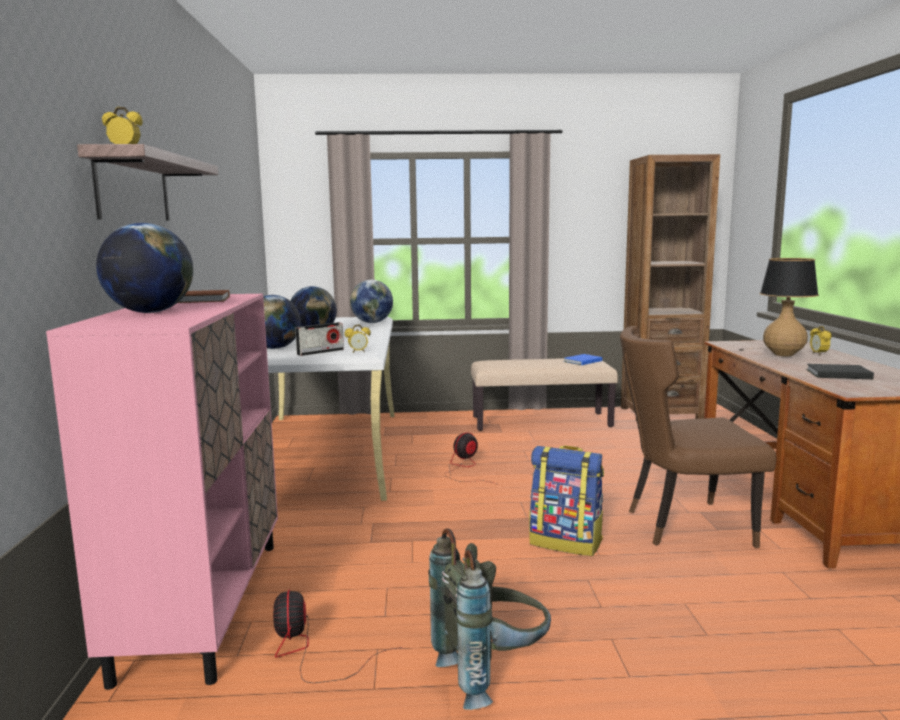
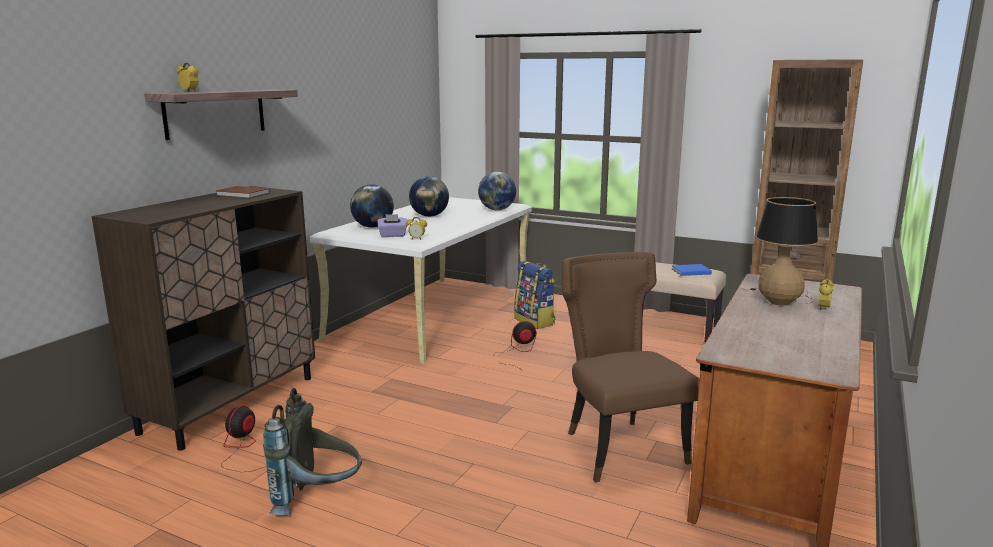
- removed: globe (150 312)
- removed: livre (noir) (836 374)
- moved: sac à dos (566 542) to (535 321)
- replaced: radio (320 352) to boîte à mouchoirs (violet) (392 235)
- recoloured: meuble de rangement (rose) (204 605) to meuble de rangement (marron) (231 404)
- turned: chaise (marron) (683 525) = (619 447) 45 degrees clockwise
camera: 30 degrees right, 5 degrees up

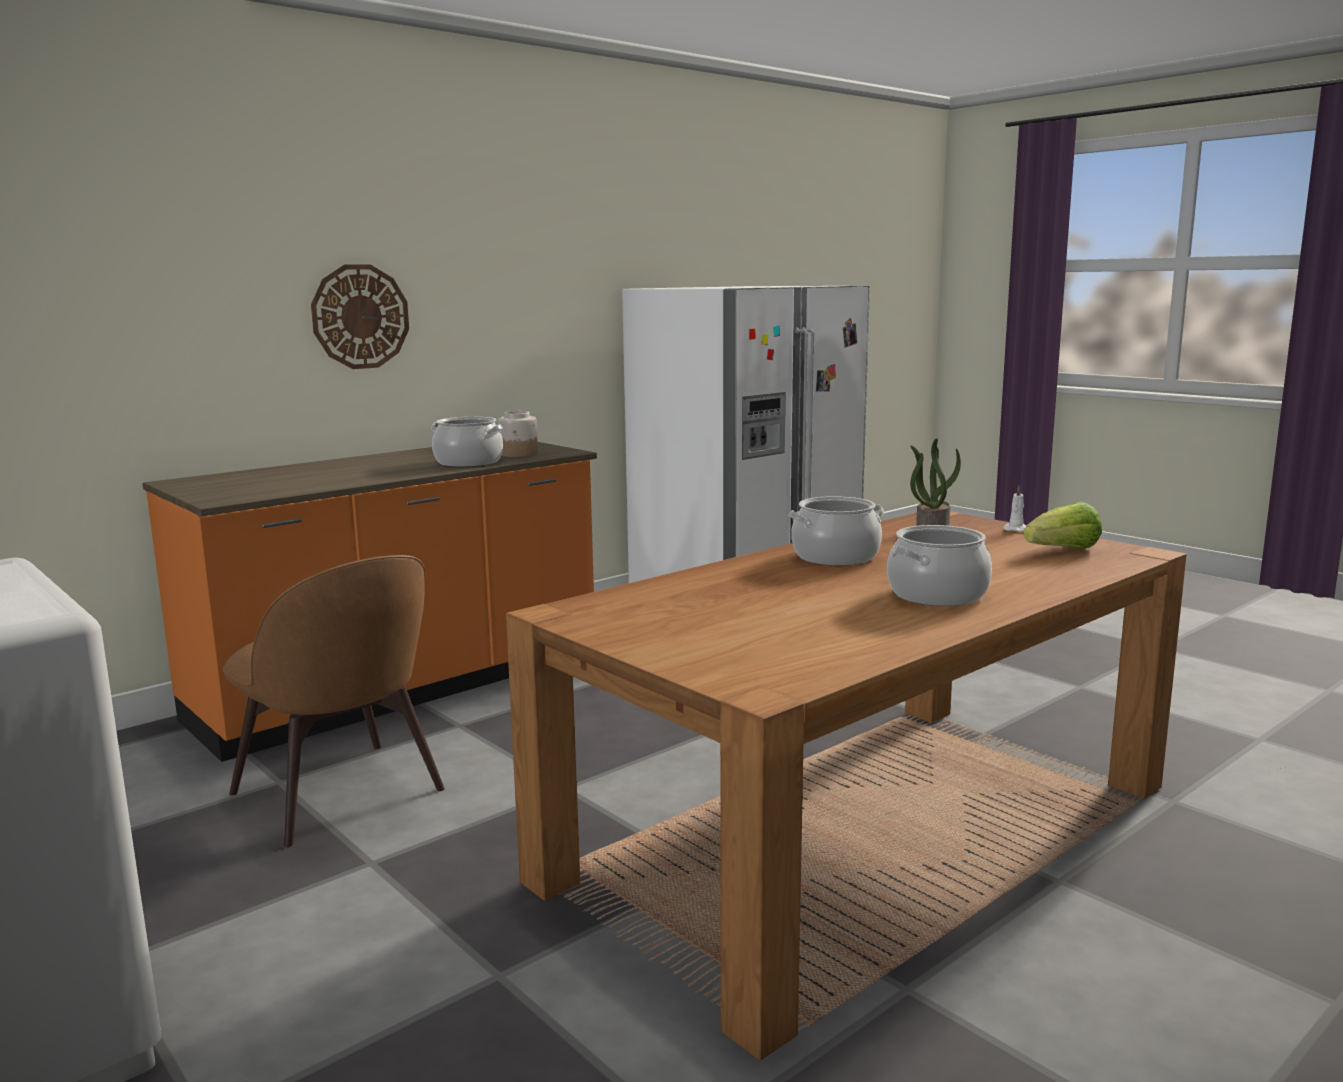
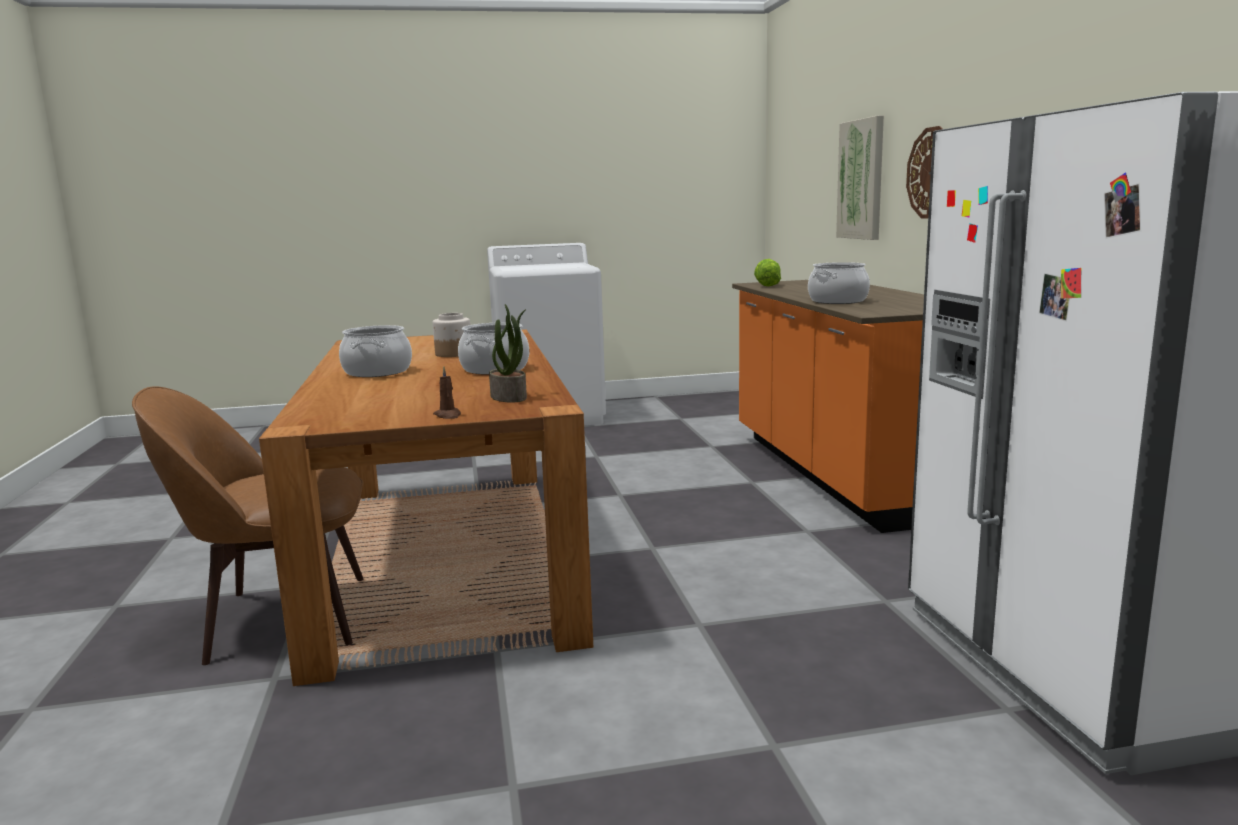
- added: tableau (861 179)
- moved: chaise (marron) (341 795) to (280 619)
- moved: bocal (518 454) to (453 354)
- moved: laitue (1063 550) to (767 285)
- recoloured: bougie (blanc) (1016 529) to bougie (marron) (448 415)
camera: 120 degrees right, 0 degrees up

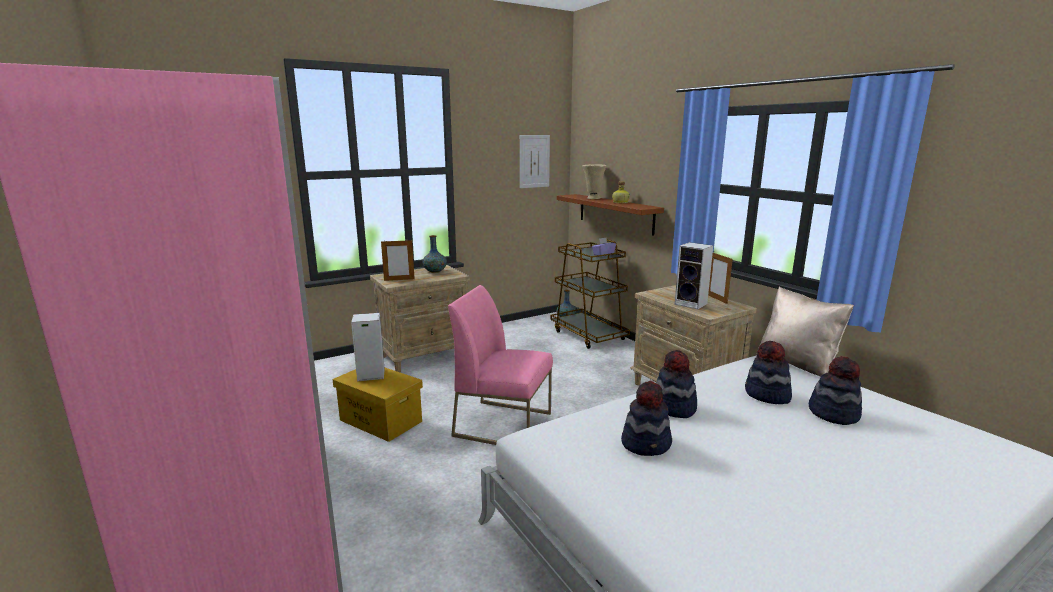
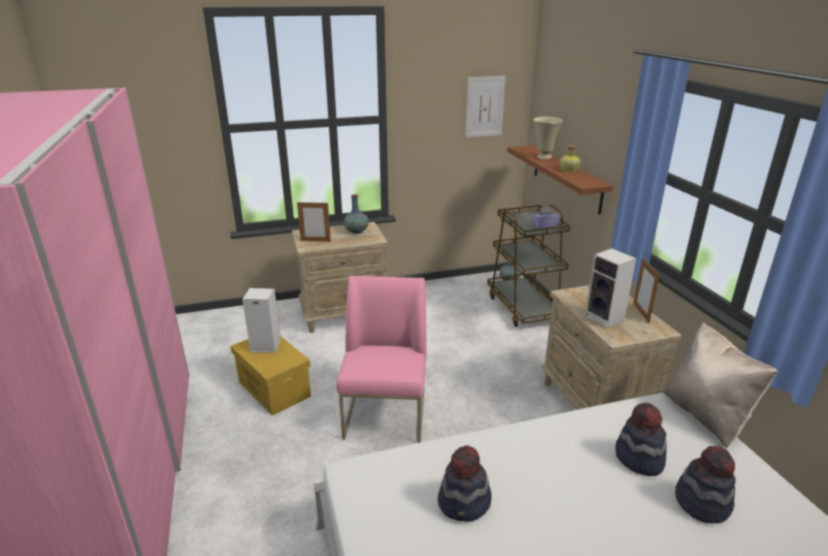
- removed: chapeau (673 407)
- turned: chaise (rose) (504 424) = (386 413) 60 degrees clockwise
camera: 15 degrees right, 10 degrees up

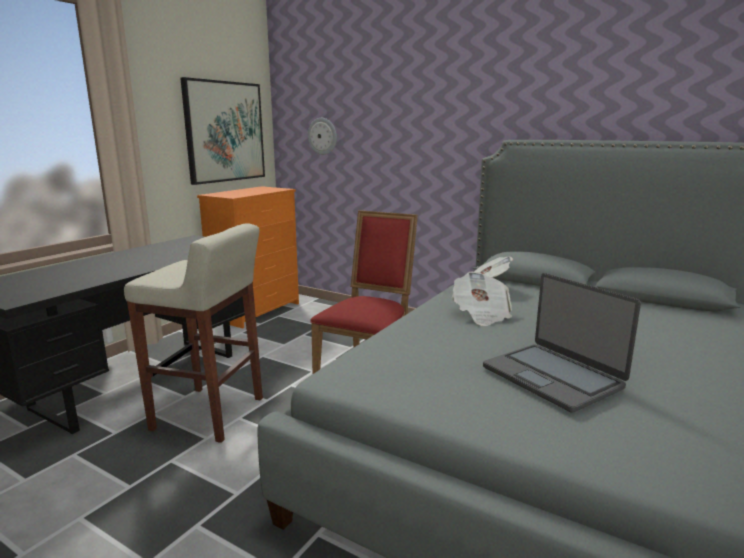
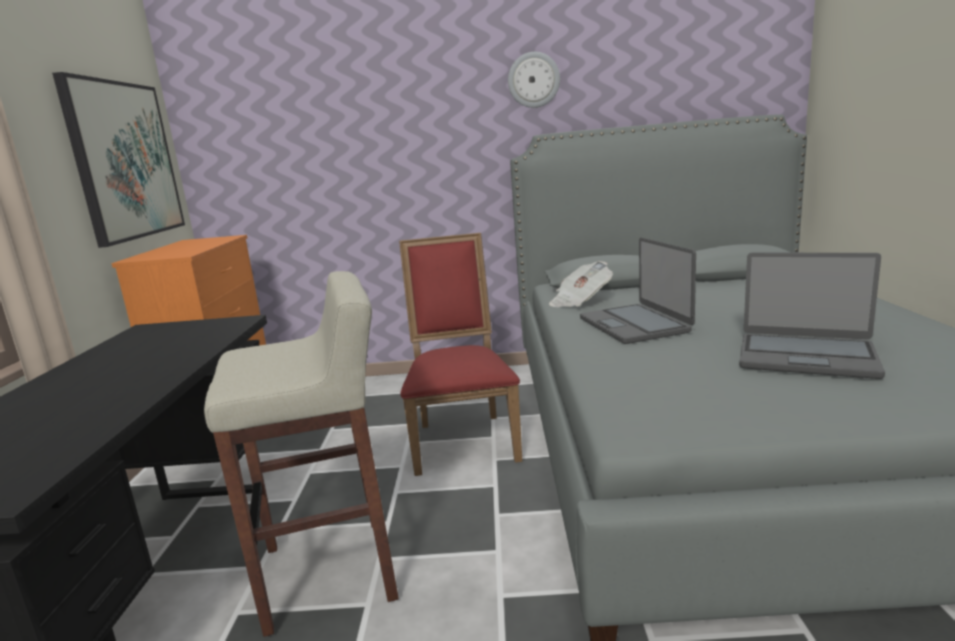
- moved: horloge murale (322 136) to (533 80)
- replaced: journal (481 314) to ordinateur portable (635 325)
camera: 30 degrees left, 0 degrees up

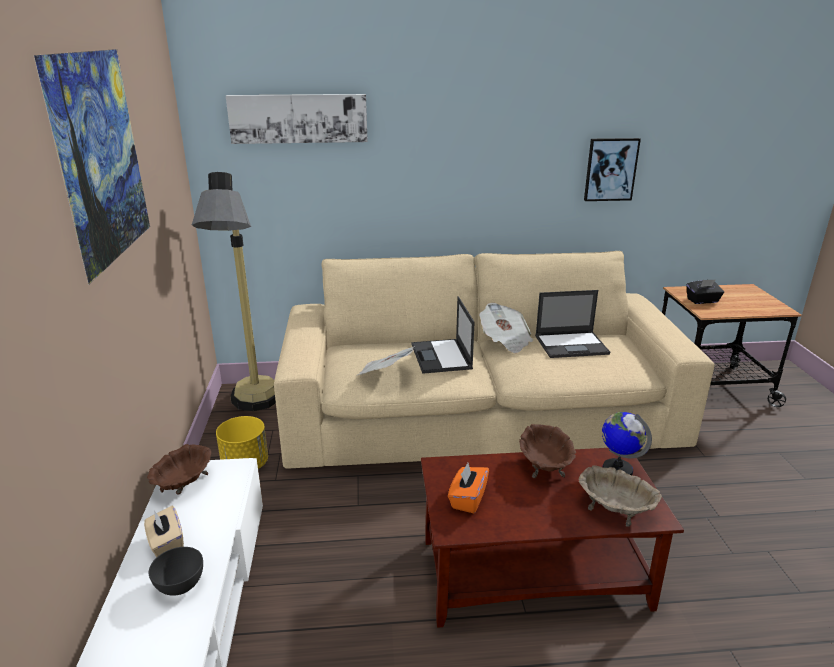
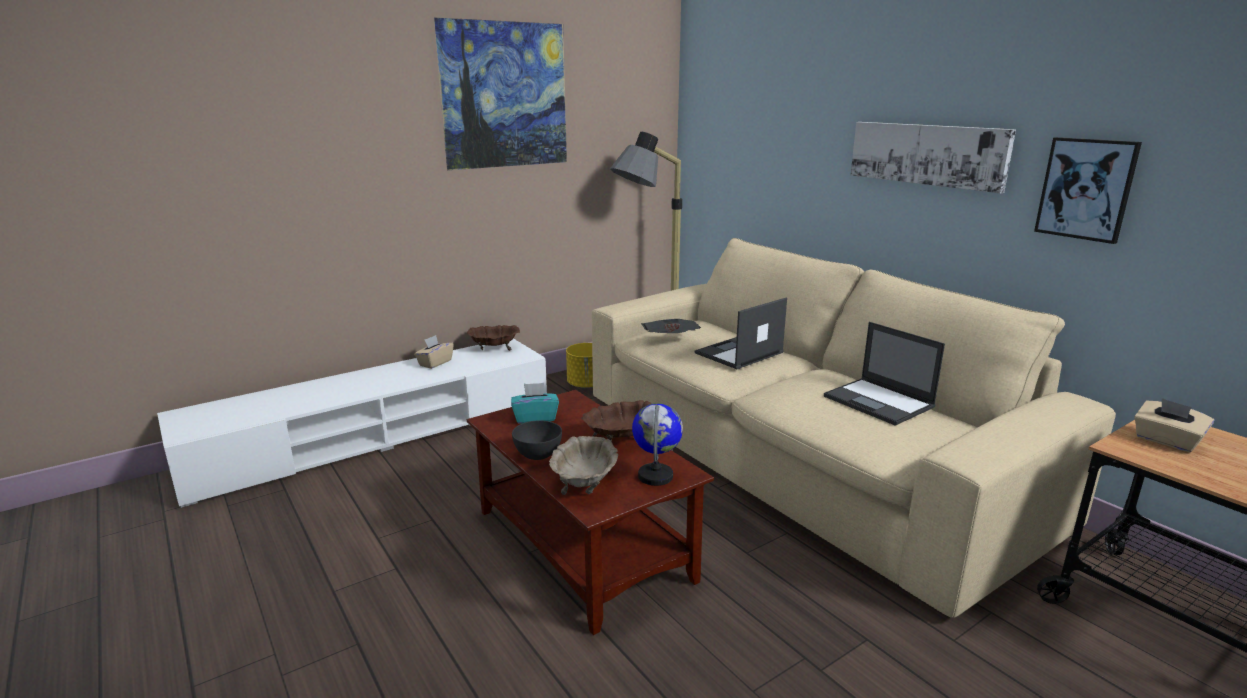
- removed: journal (505 341)
- moved: bol (gris) (180 585) to (538 455)
- moved: tableau (298 118) to (927 154)
- recoloured: boîte à mouchoirs (orange) (467 499) to boîte à mouchoirs (turquoise) (535 418)
- recoloured: boîte à mouchoirs (noir) (702 301) to boîte à mouchoirs (beige) (1166 441)
camera: 60 degrees right, 5 degrees down

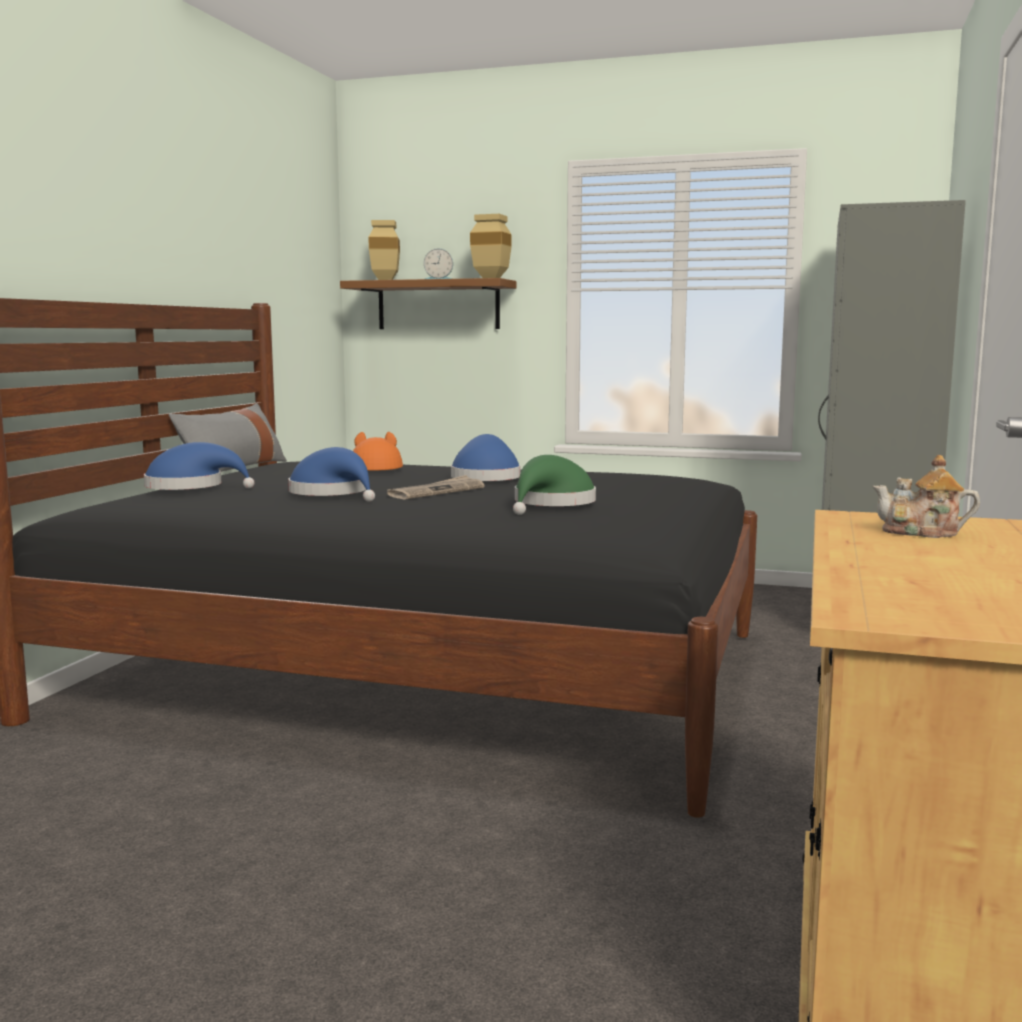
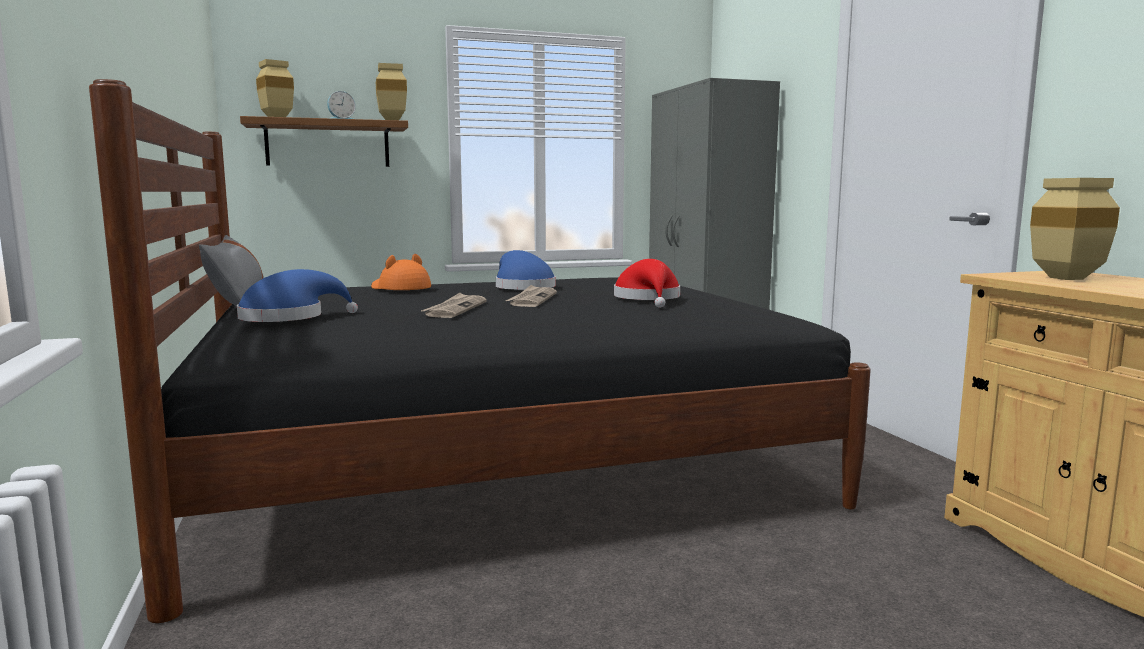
- replaced: chapeau (bleu) (332 494) to journal (455 309)
- replaced: théière (922 533) to vase (beige) (1070 279)
- recoloured: chapeau (vert) (551 504) to chapeau (rouge) (648 299)
camera: 35 degrees left, 0 degrees up

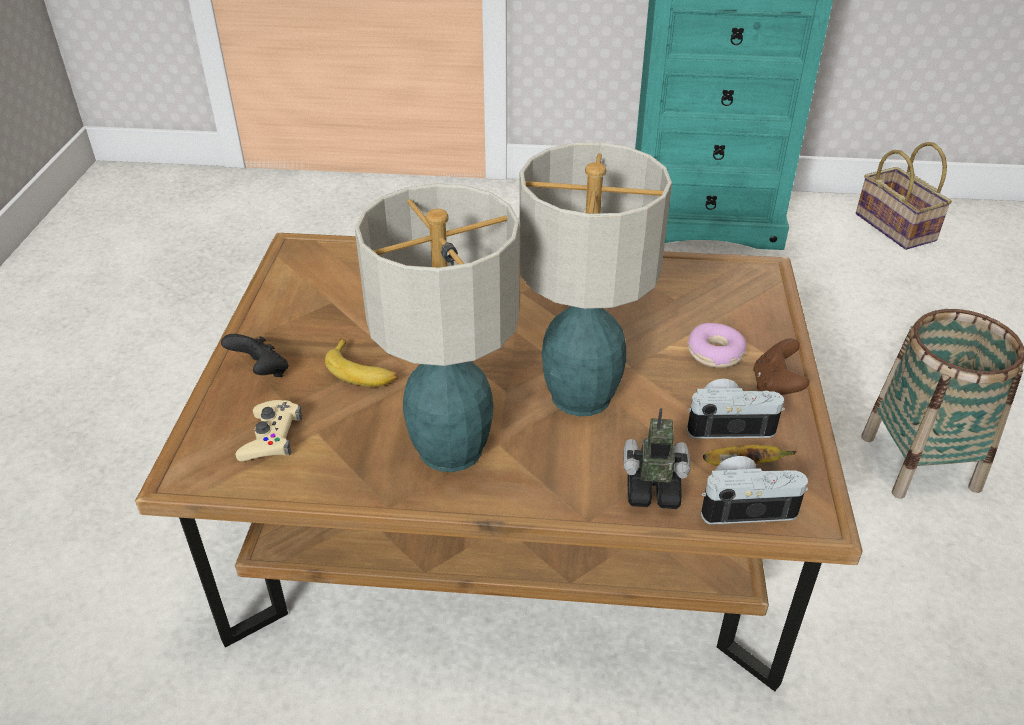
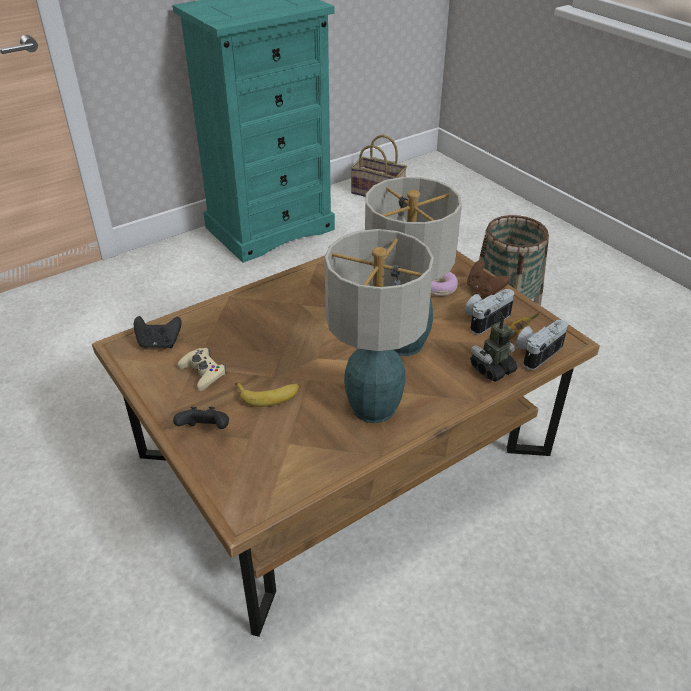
- added: manette (noir) (159 343)
- moved: manette (beige) (271 437) to (203 372)
camera: 40 degrees left, 0 degrees up

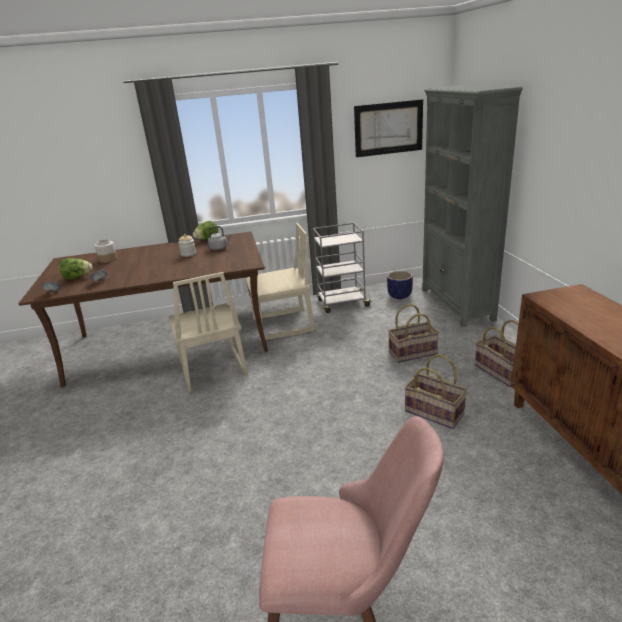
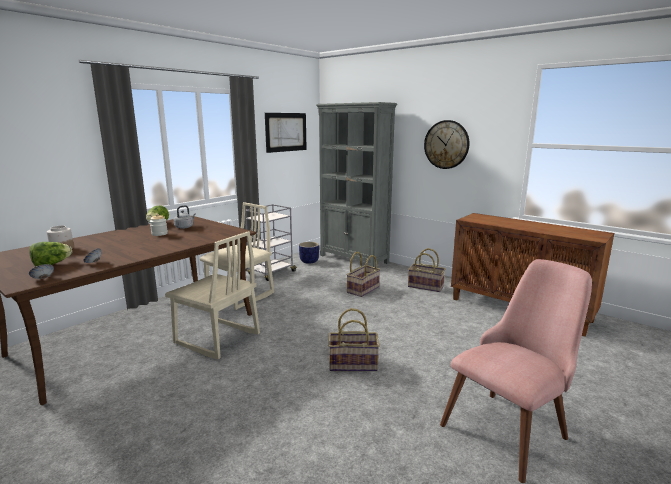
- added: horloge murale (446 144)
- moved: panier (435 412) to (353 363)
camera: 40 degrees left, 10 degrees down

